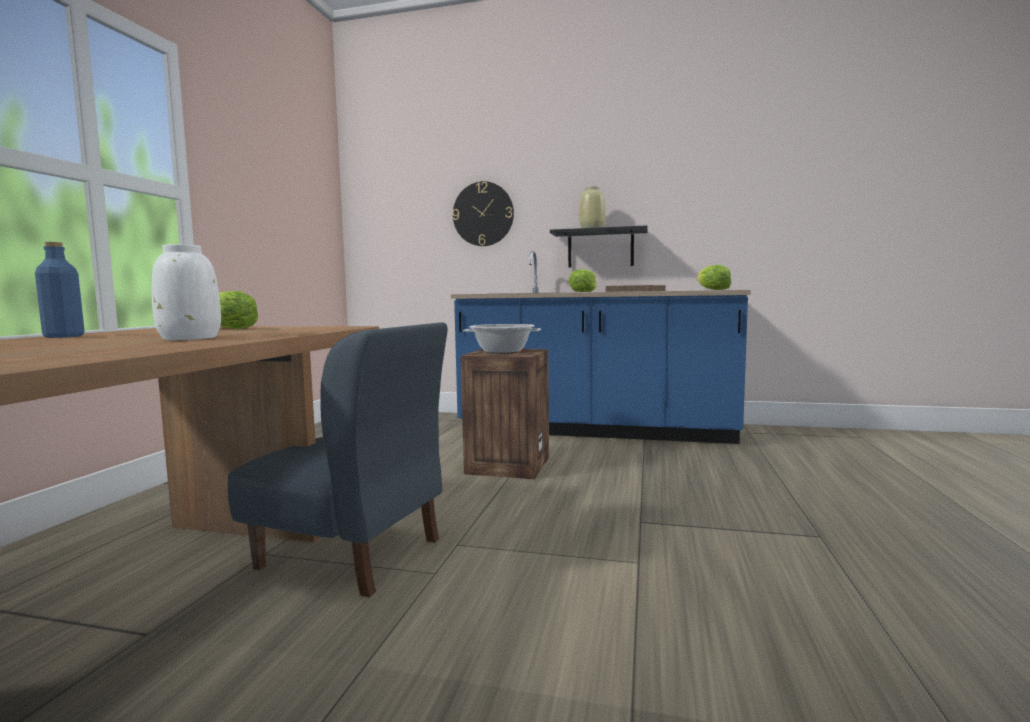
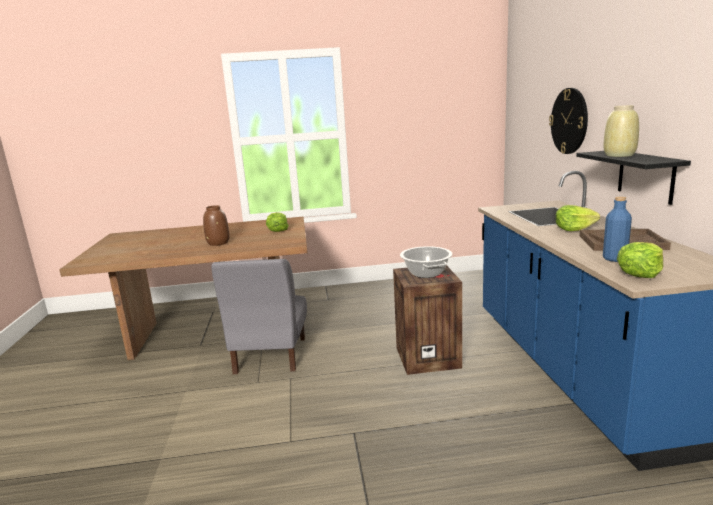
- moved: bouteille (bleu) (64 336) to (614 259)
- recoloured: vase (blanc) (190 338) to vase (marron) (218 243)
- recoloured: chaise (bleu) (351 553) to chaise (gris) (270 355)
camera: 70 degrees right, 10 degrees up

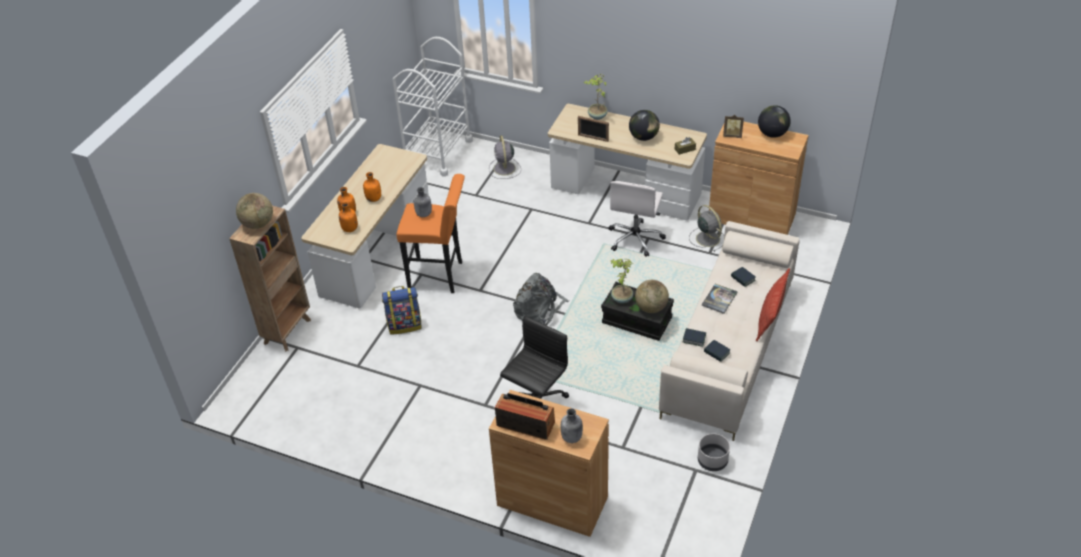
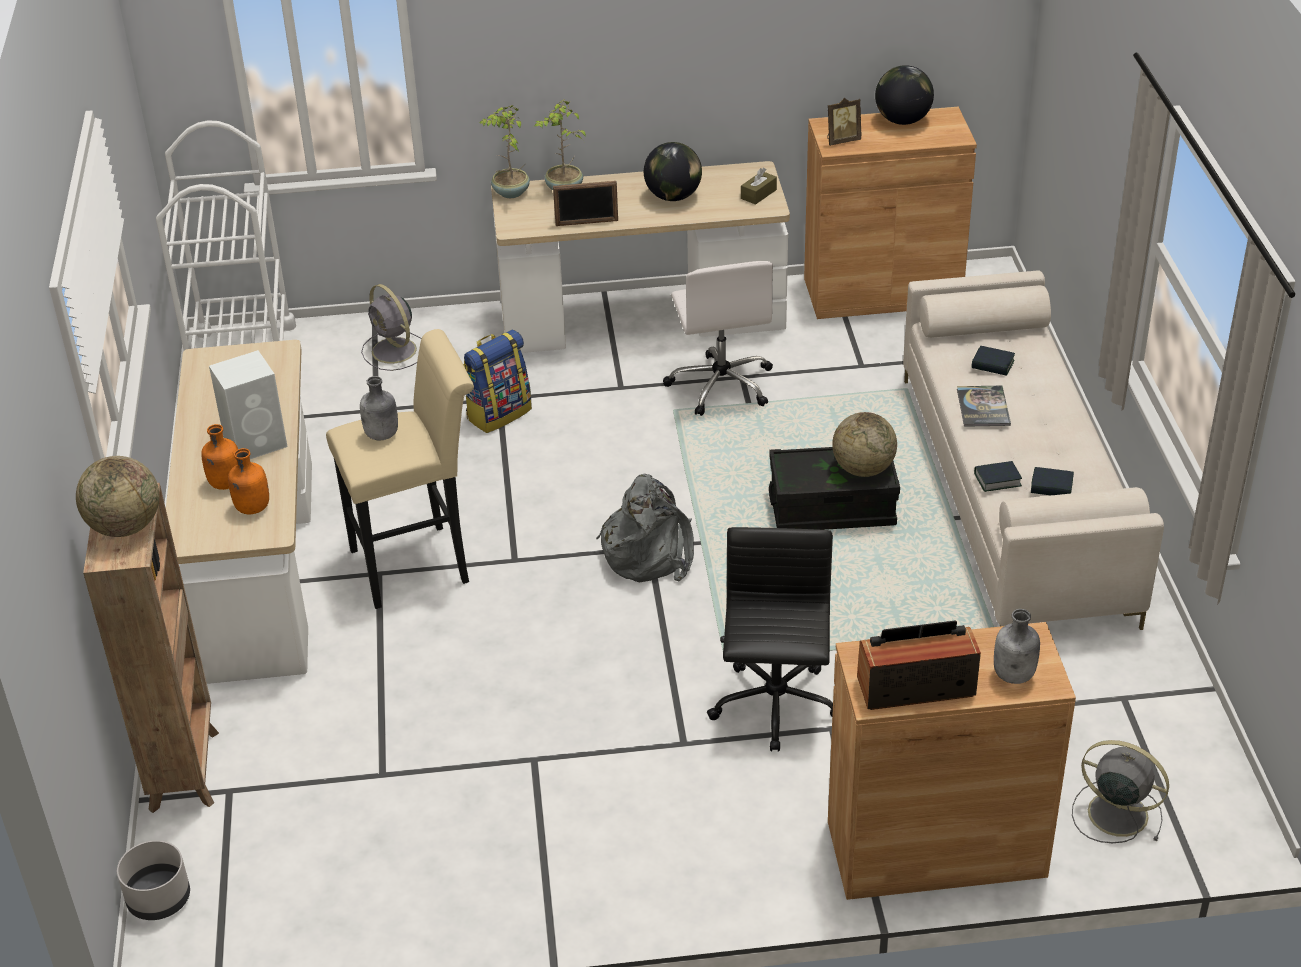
- removed: coussin (770 317)
- moved: sac à dos (405 325) to (498 413)
- moved: plante en pot (621 299) to (510 193)
- moved: ventilateur (gris) (707 238) to (1115 813)
- moved: cache-pot (gris) (712 461) to (159 899)
- replaced: bouteille (orange) (374 198) to enceinte (blanc) (257 442)
- recoloured: tabouret (orange) (440 276) to tabouret (beige) (419 563)
camera: 30 degrees left, 5 degrees down

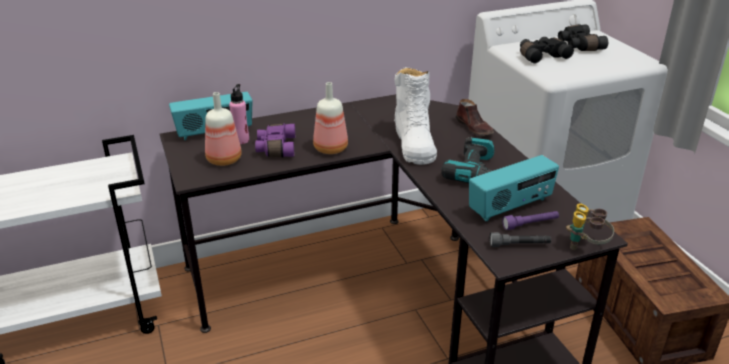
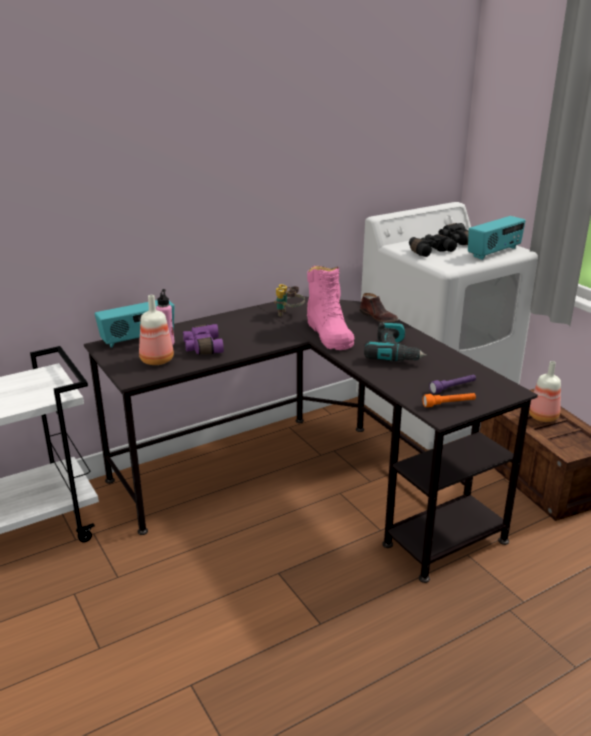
- moved: bouteille (331 149) to (544 417)
- moved: radio (510 207) to (494 252)
- moved: jumelles (586 247) to (289 314)
- recoloured: botte (blanc) (414 143) to botte (rose) (329 334)
- recoloured: lampe de poche (gris) (519 245) to lampe de poche (orange) (449 404)
camera: 10 degrees left, 5 degrees down

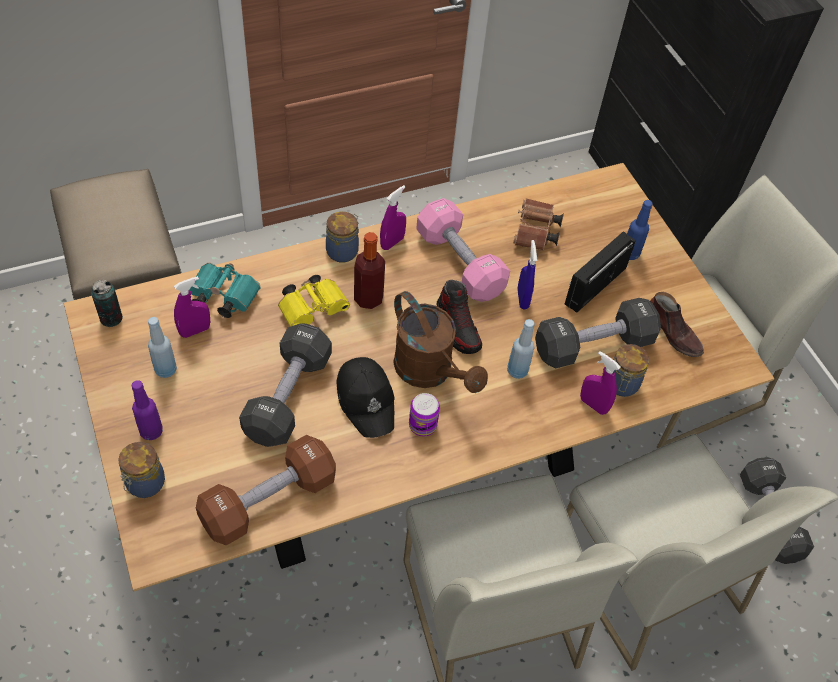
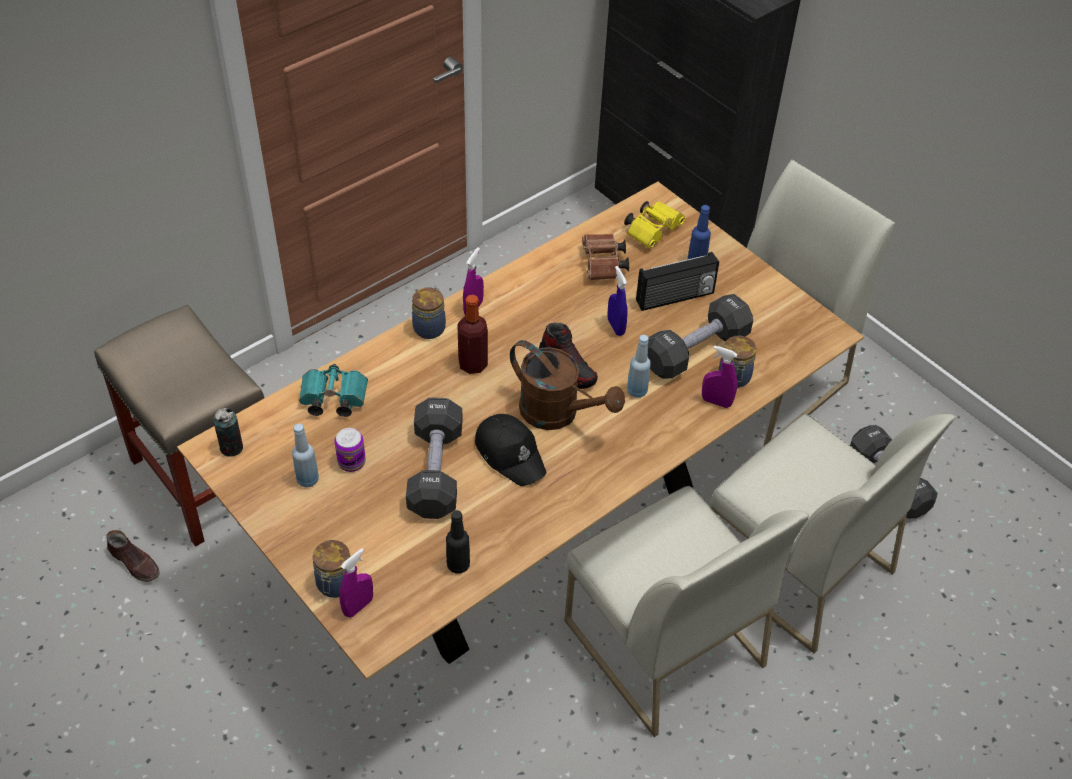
- removed: bouteille (violet) (151 431)
- removed: haltère (rose) (460 263)
- moved: vaporisateur (violet) (195 331) to (358 606)
- moved: jumelles (jaune) (314 309) to (653 230)
- moved: boîte métallique (422 425) to (351 462)
- moved: chaussure (marron) (673 332) to (135 562)
- replaced: haltère (marron) (269 500) to bouteille (noir) (458 565)
- turned: radio (594 285) = (675 298) 135 degrees counterclockwise
camera: 15 degrees left, 5 degrees down

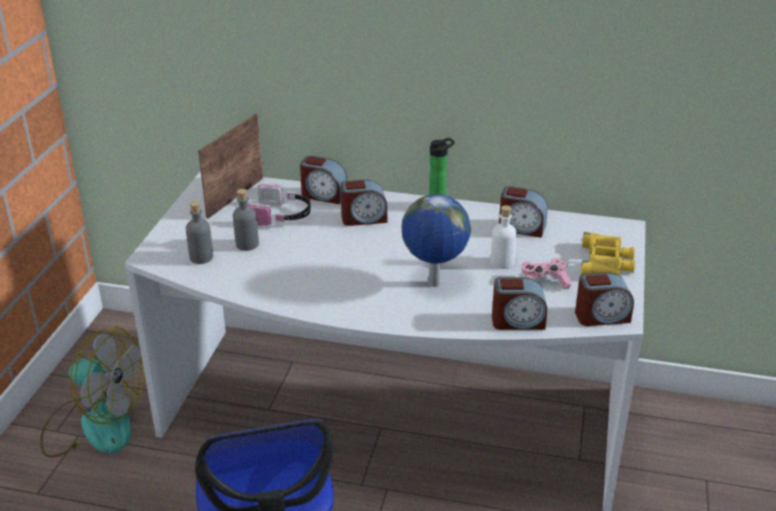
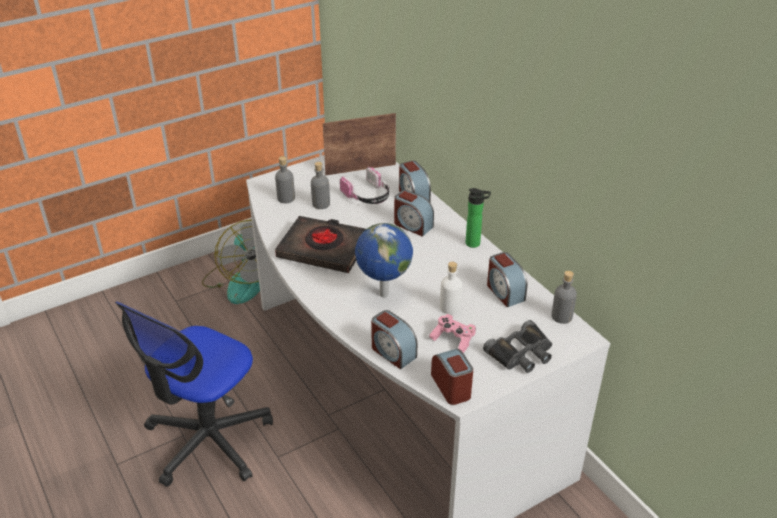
- added: livre (noir) (323 249)
- added: bouteille (gris) (561 316)
- recoloured: jumelles (jaune) (605 263) to jumelles (noir) (521 353)
- turned: réveil (601 316) = (452 387) 150 degrees counterclockwise
camera: 45 degrees right, 5 degrees up

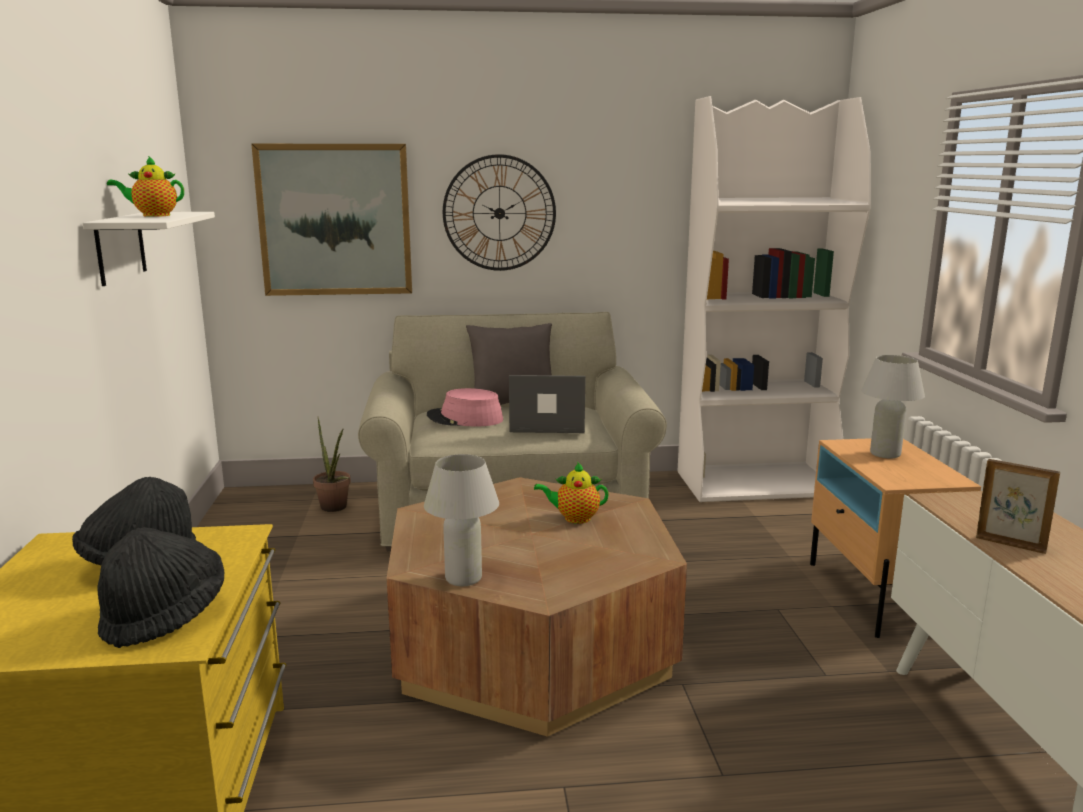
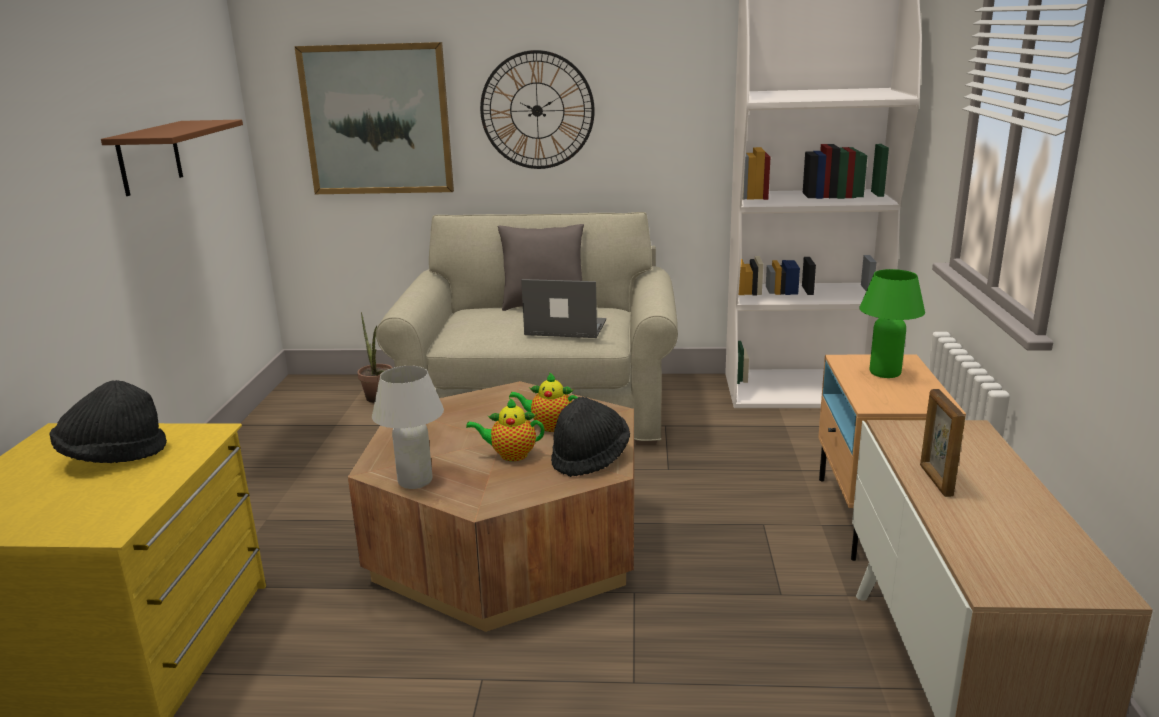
- removed: chapeau (rose) (465 419)
- moved: chapeau (noir) (165 616) to (590 458)
- moved: théière (153 215) to (510 455)
- recoloured: étagère (blanc) (120 247) to étagère (marron) (149 157)
- recoloured: lampe de table (blanc) (885 454) to lampe de table (vert) (885 373)
- turned: cadre photo (1010 544) = (935 480) 135 degrees counterclockwise
camera: 10 degrees right, 5 degrees up

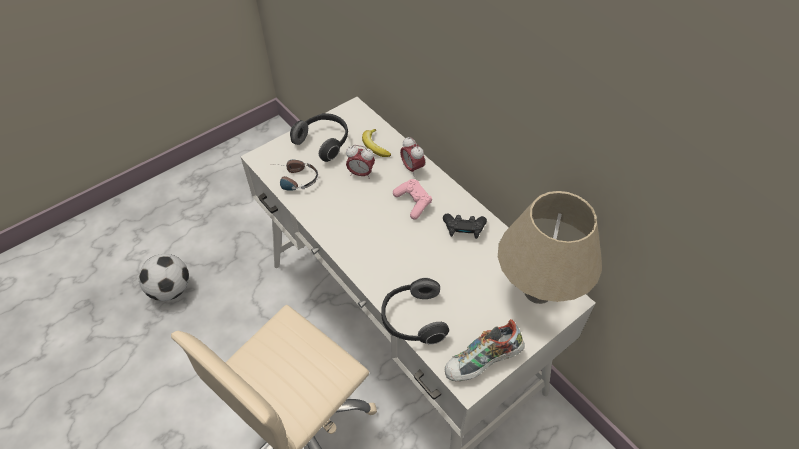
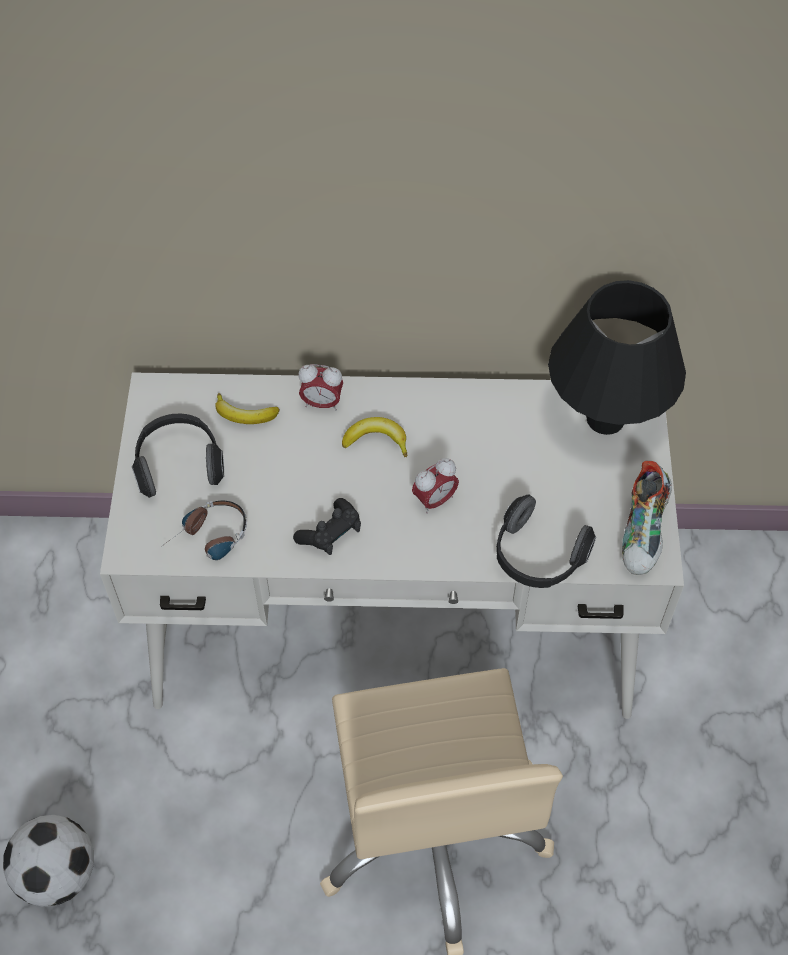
- moved: réveil (361 173) to (434 500)
- moved: manette (noir) (463 229) to (331 533)
- replaced: manette (rose) (413 203) to banane (376 440)
- recoloured: lampe de table (beige) (538 291) to lampe de table (noir) (605 419)
camera: 50 degrees left, 5 degrees up

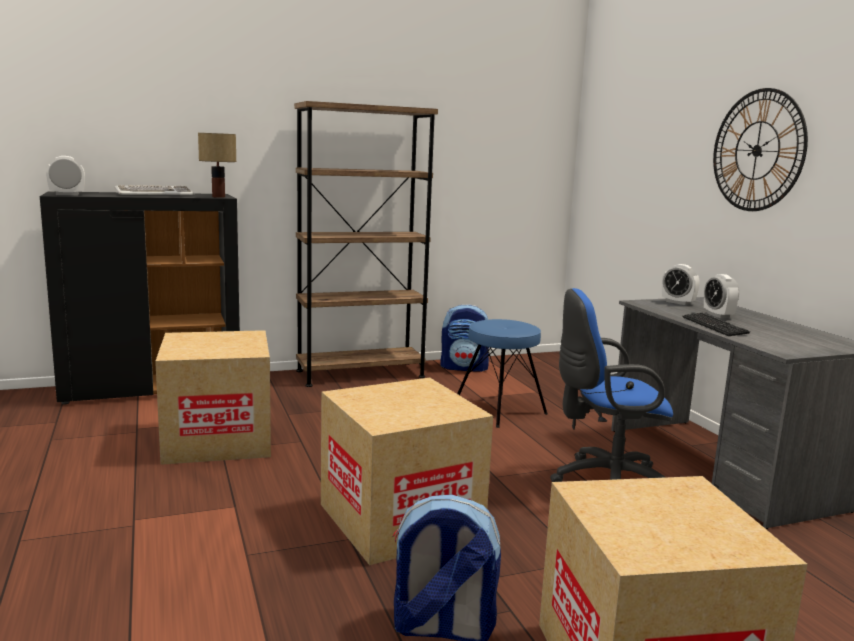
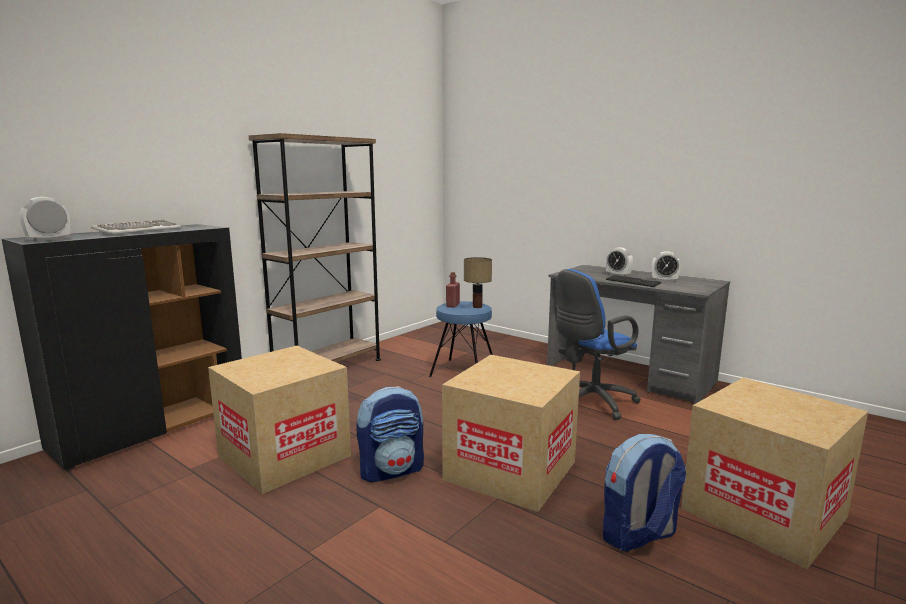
- removed: horloge murale (757 150)
- added: bouteille (rouge) (452 305)
- moved: lampe de table (218 197) to (477 307)
- moved: sac à dos (464 367) to (392 470)
- moved: réveil (677 302) to (664 280)
camera: 30 degrees left, 0 degrees up

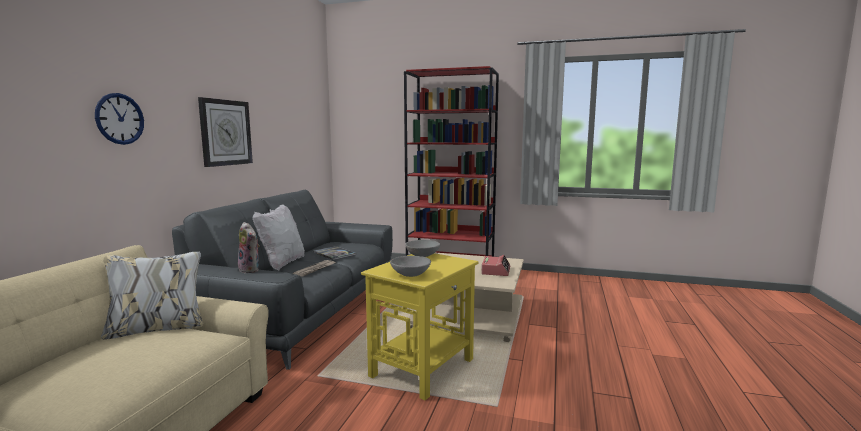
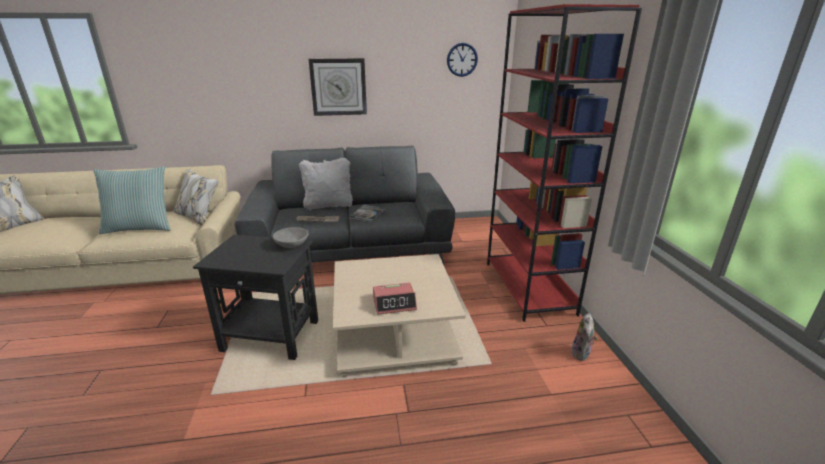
- removed: bol (gris) (410 274)
- added: coussin (140 228)
- moved: horloge murale (119 119) to (462 59)
- moved: peluche (251 270) to (582 354)
- recoloured: table d'appoint (jaune) (423 367) to table d'appoint (noir) (272 336)
camera: 65 degrees right, 15 degrees up

